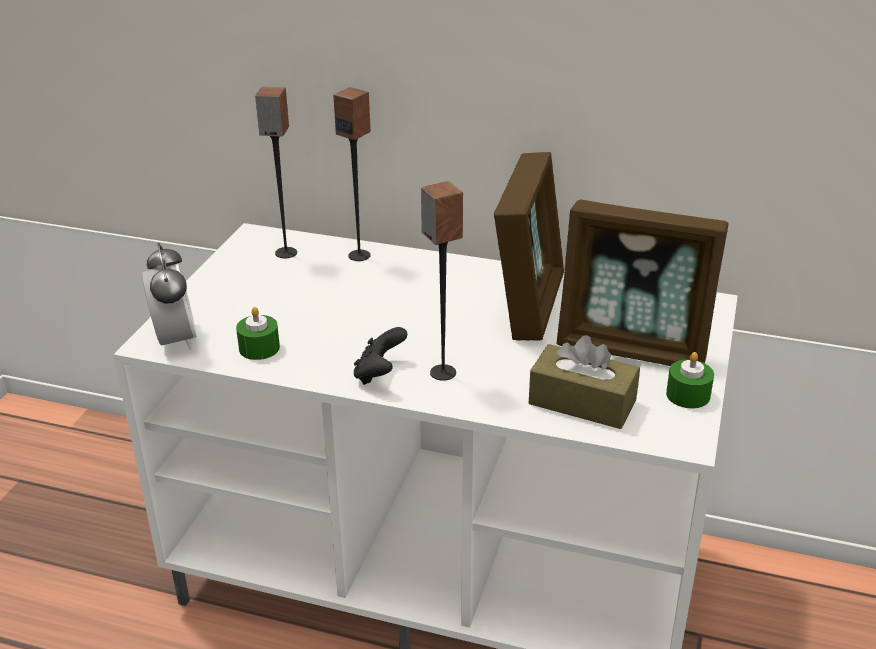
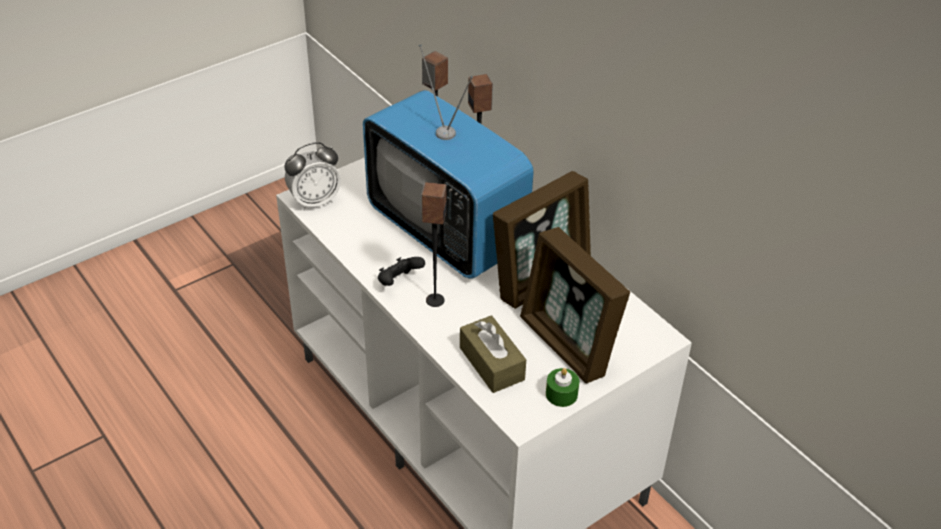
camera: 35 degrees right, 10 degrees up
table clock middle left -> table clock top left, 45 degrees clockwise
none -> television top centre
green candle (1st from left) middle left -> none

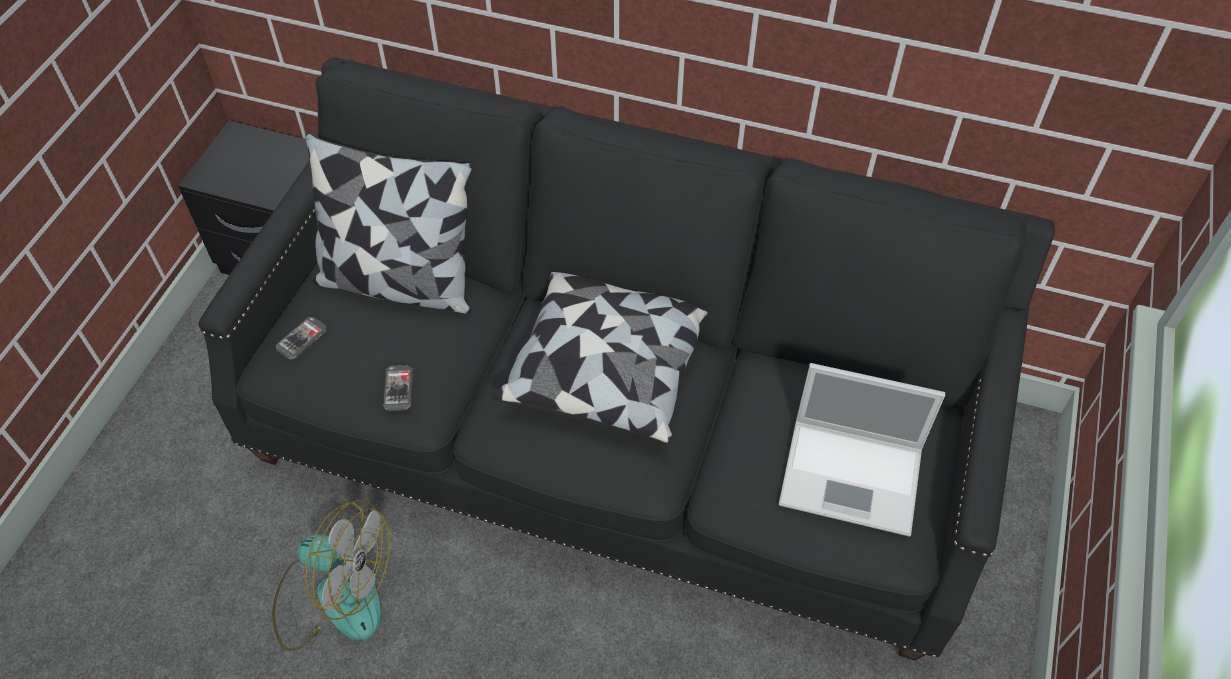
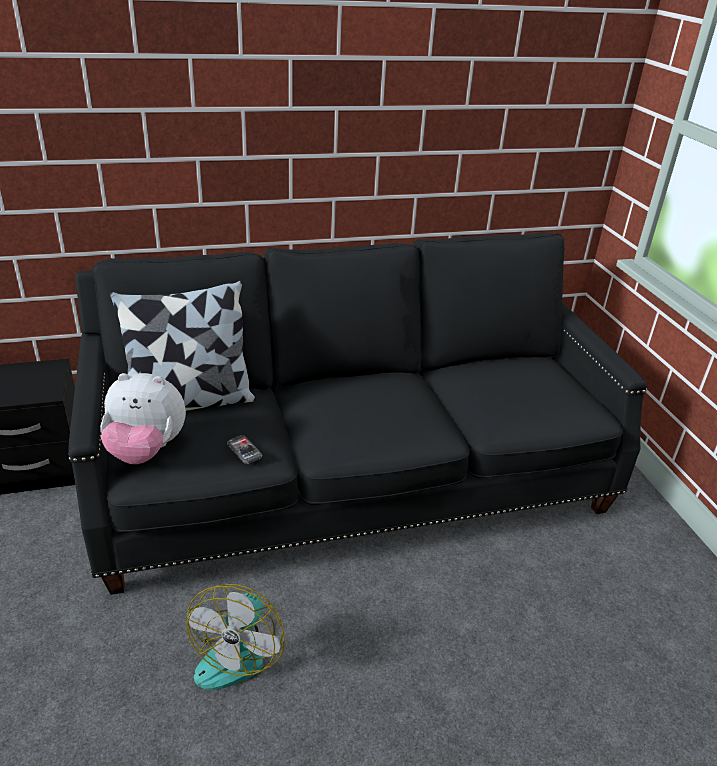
camera: 35 degrees left, 20 degrees down
handset (1st from left) middle left -> soft toy middle left
fan bottom left, 120 degrees clockwise
throw pillow (2nd from left) centre -> none
laptop middle right -> none

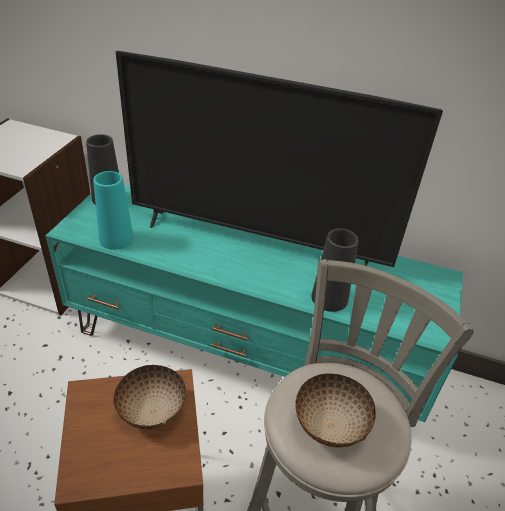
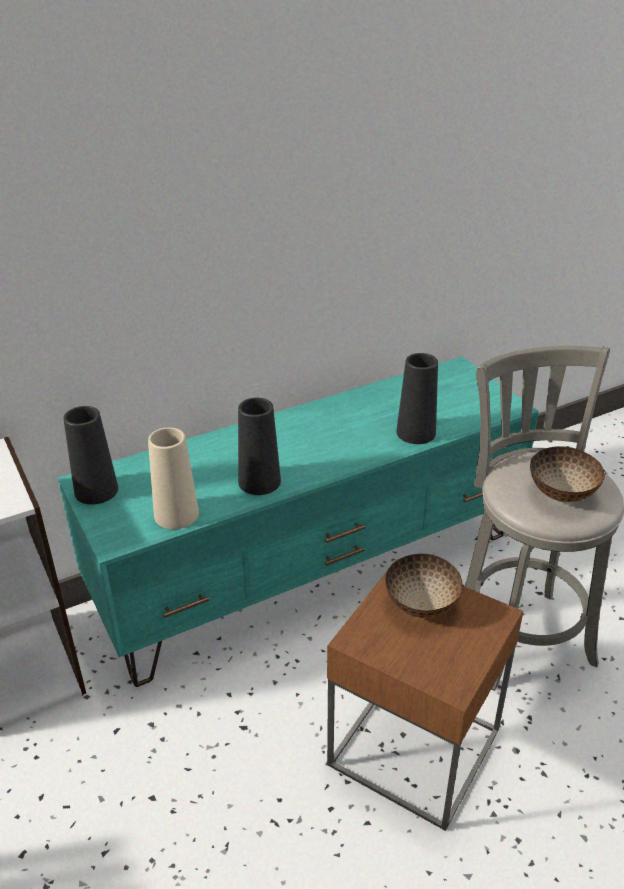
camera: 45 degrees left, 5 degrees down
blue-green flower vase middle left -> sand-coloured flower vase middle left
none -> black-coloured flower vase (2nd from left) centre
television top centre -> none

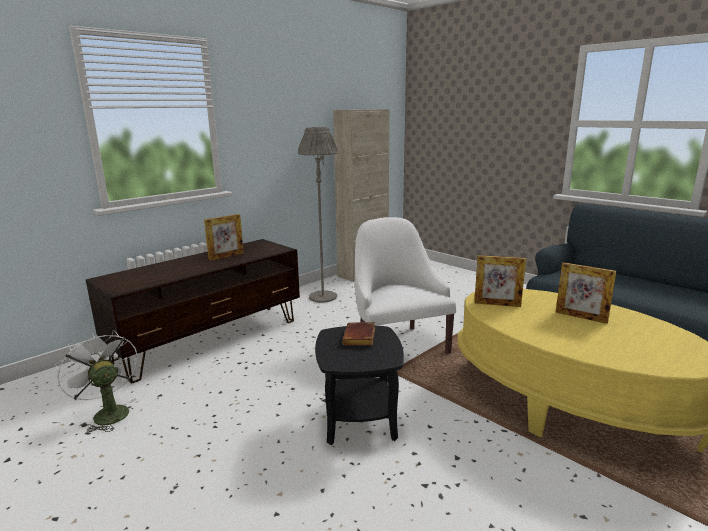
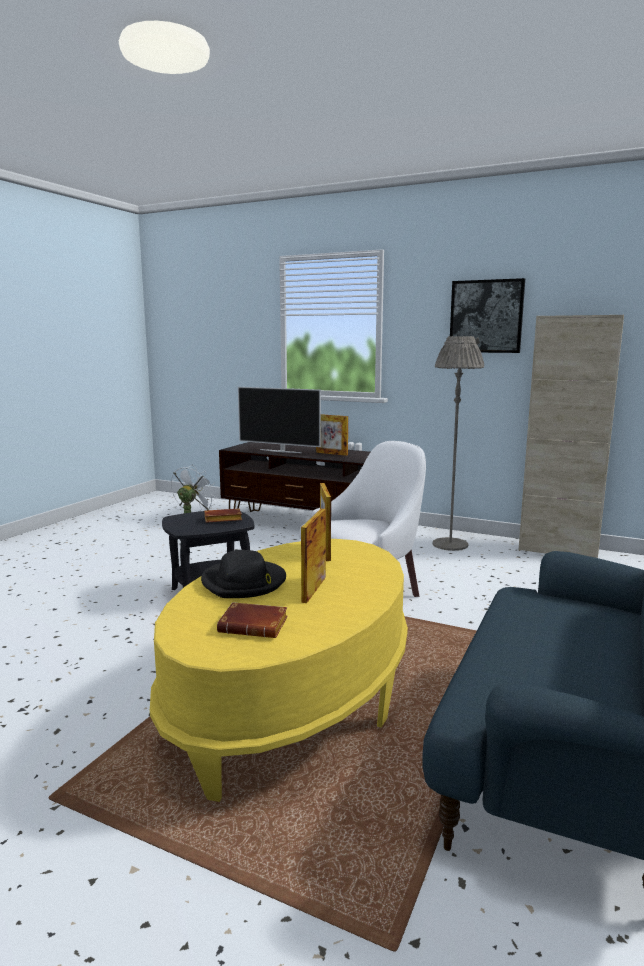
camera: 70 degrees right, 5 degrees down
none -> black-coloured clothing hat centre
none -> brown bound book (2nd from left) centre
none -> television centre
none -> wall picture top right

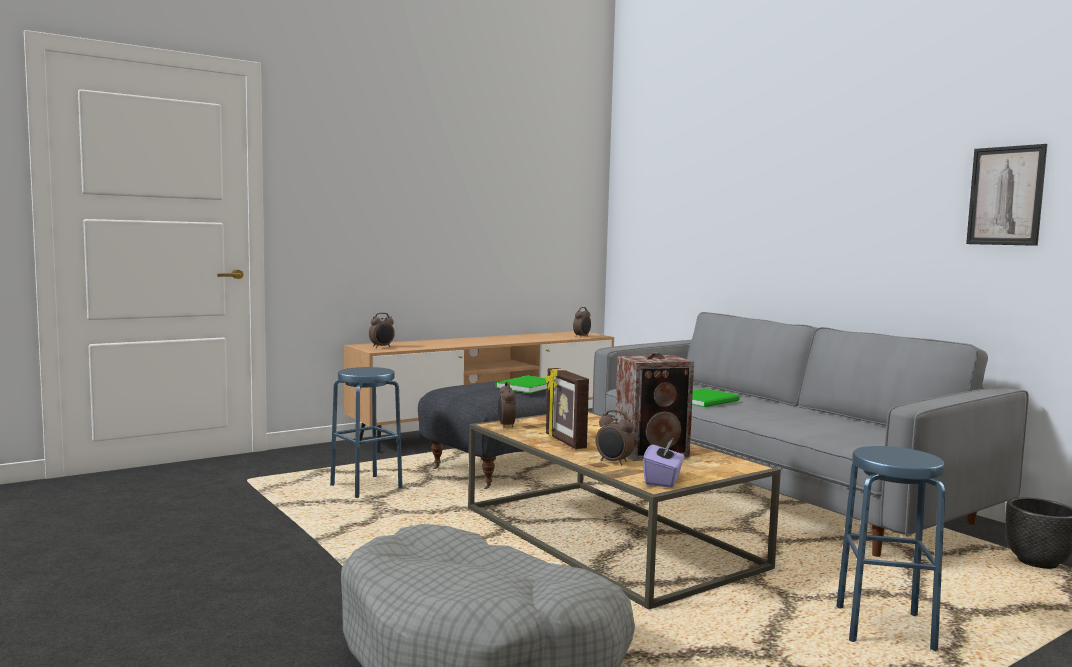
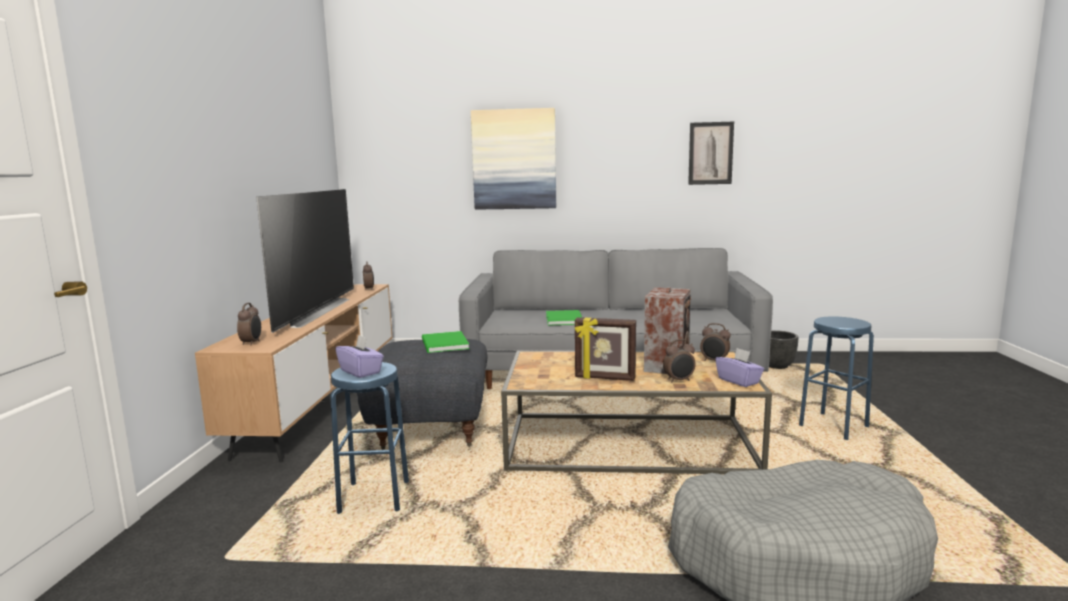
camera: 50 degrees left, 5 degrees up
none -> television middle left
none -> purplish tissue box (1st from left) centre
none -> wall picture (1st from left) top centre
table clock (2nd from left in the first image) centre -> table clock (4th from left) middle right, moved

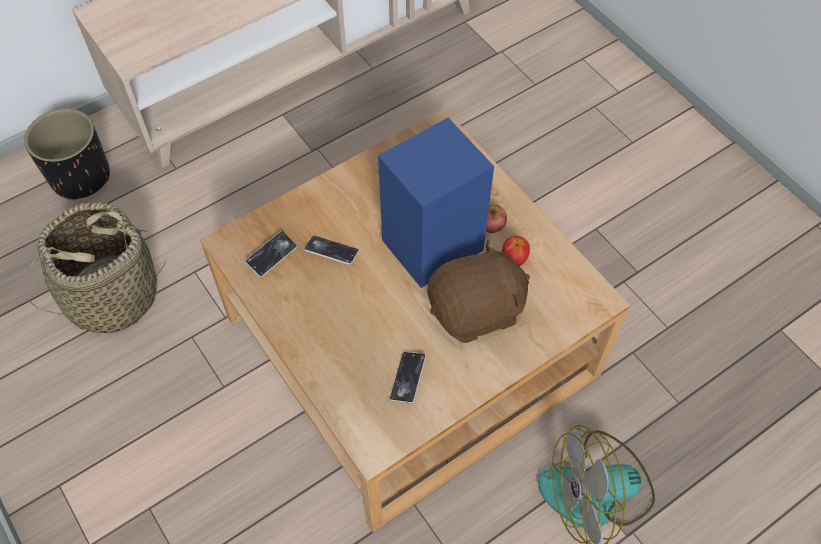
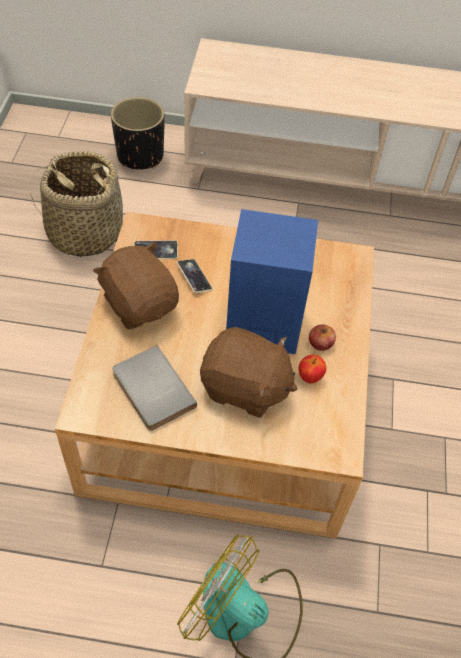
camera: 40 degrees right, 5 degrees down
none -> brown soft toy (1st from left) middle left
handset (3rd from left) bottom centre -> grey bound book centre

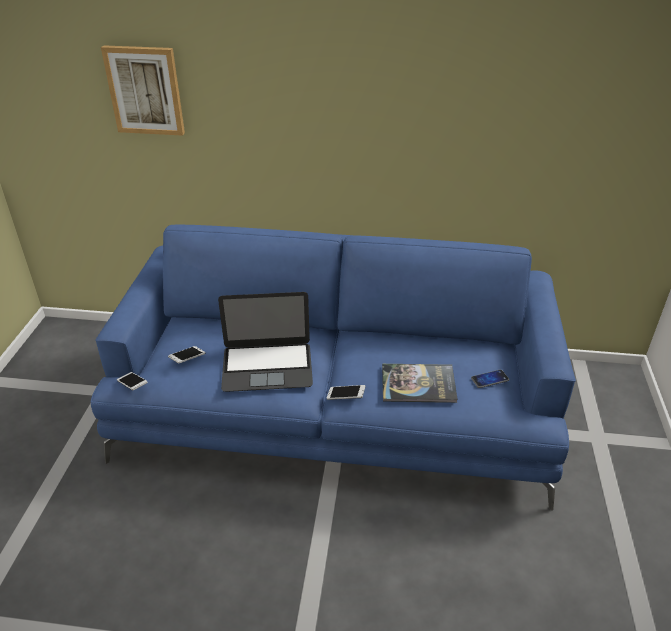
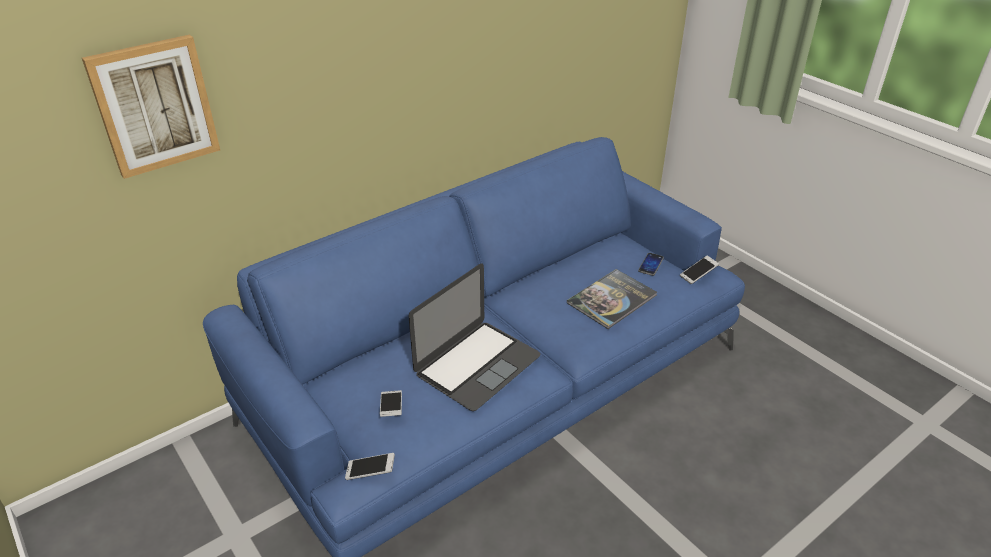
camera: 45 degrees left, 0 degrees up
handset (3rd from left in the first image) centre -> handset (4th from left) middle right, moved

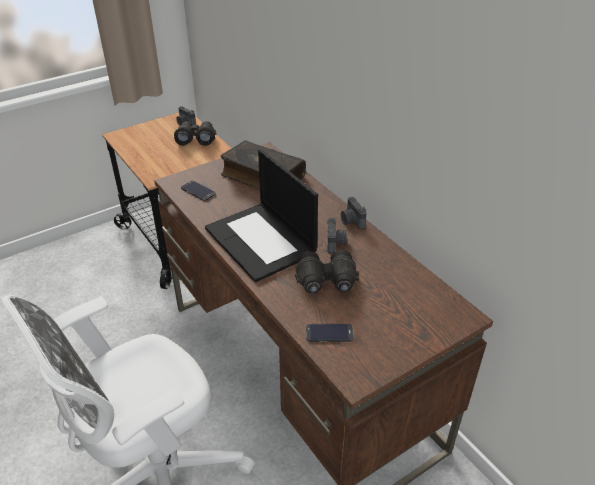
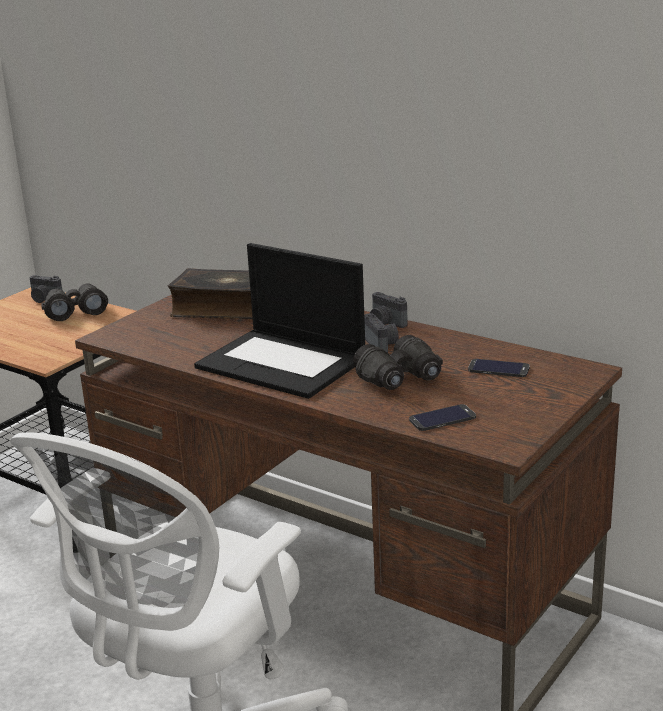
camera: 20 degrees left, 15 degrees down
handset (1st from left in the first image) middle left -> handset (2nd from left) middle right, moved

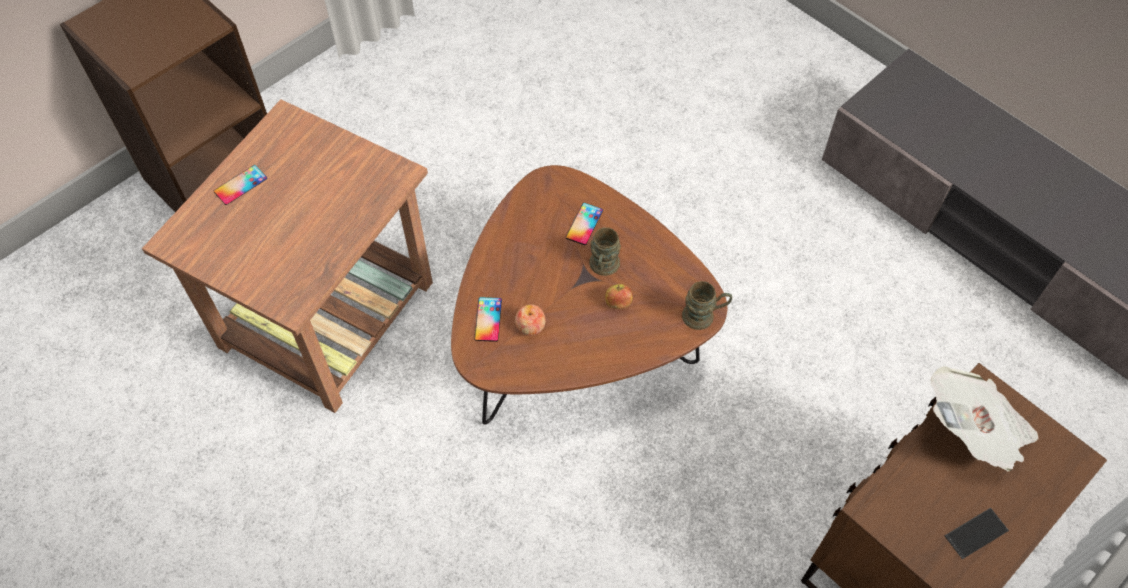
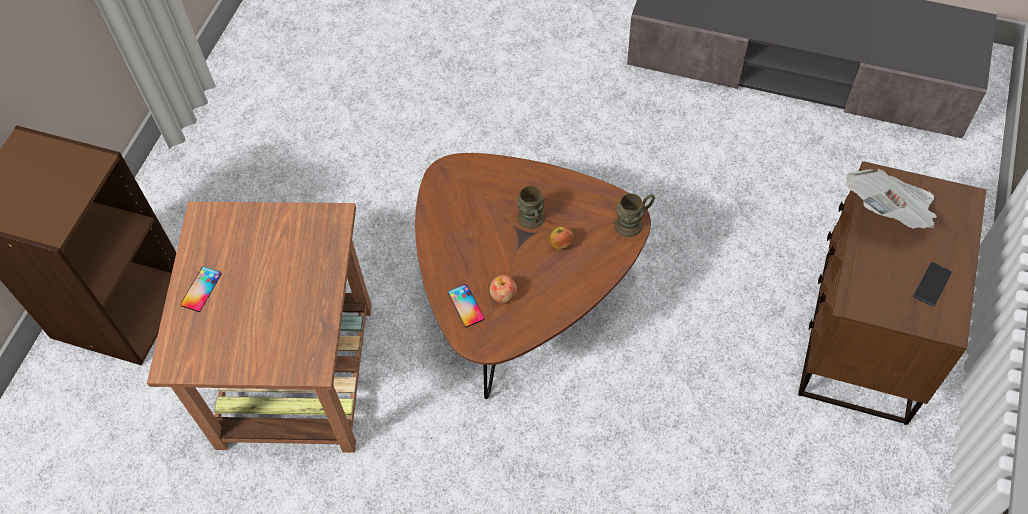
camera: 25 degrees left, 0 degrees up
handset (3rd from left) centre -> none

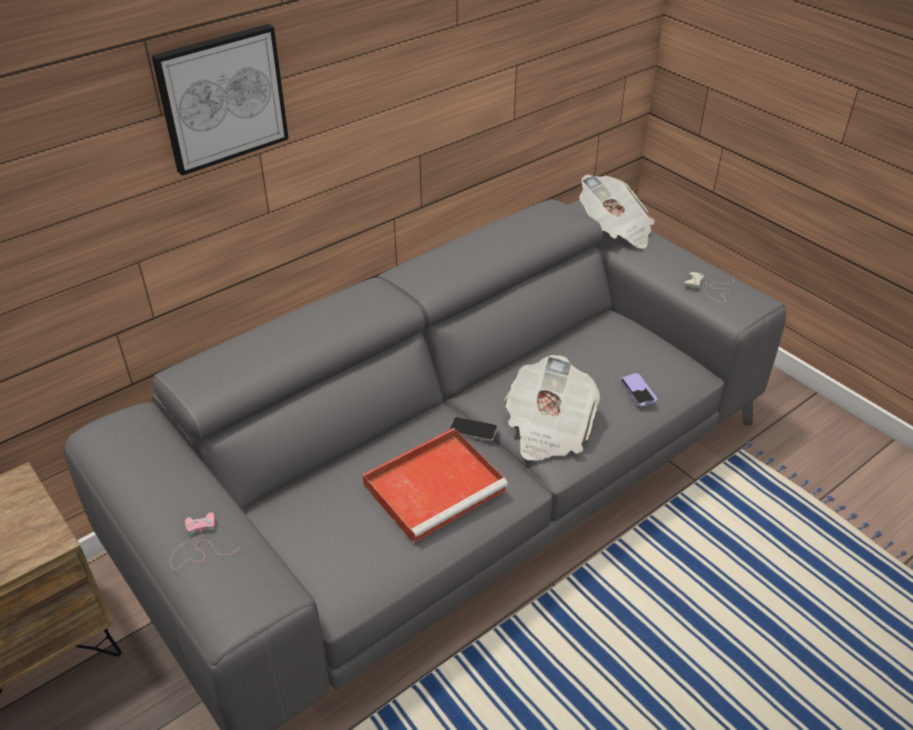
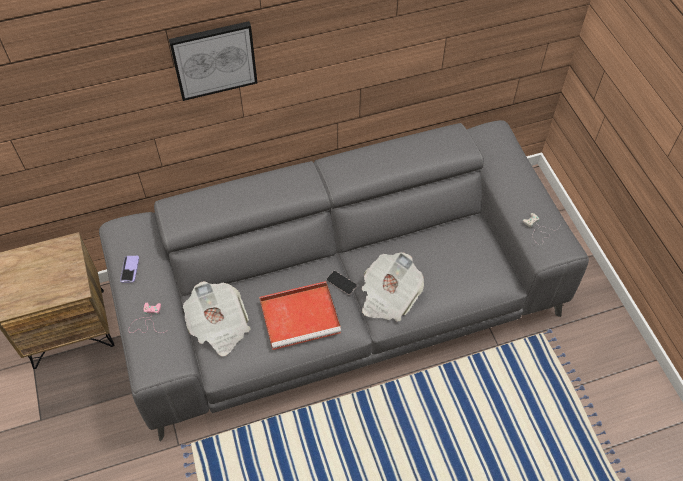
camera: 20 degrees right, 15 degrees up
handset (2nd from left in the first image) middle right -> handset (1st from left) middle left, moved
daily paper (2nd from left in the first image) top right -> daily paper (1st from left) middle left, moved

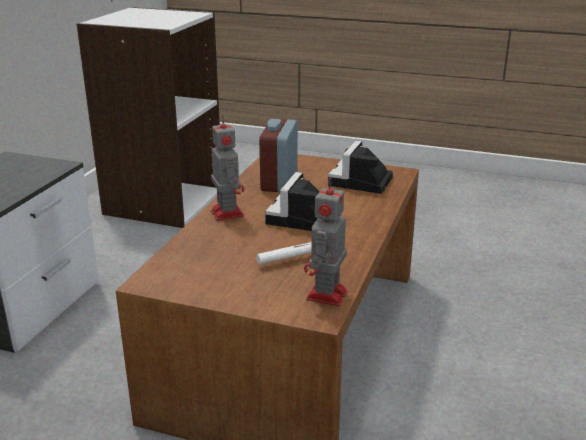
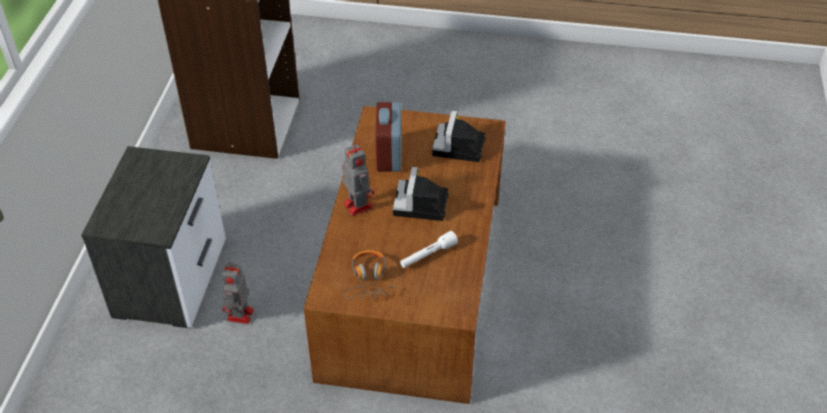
camera: 10 degrees left, 20 degrees up
robot figure (2nd from left in the first image) centre -> robot figure (1st from left) bottom left, moved
none -> headset centre

